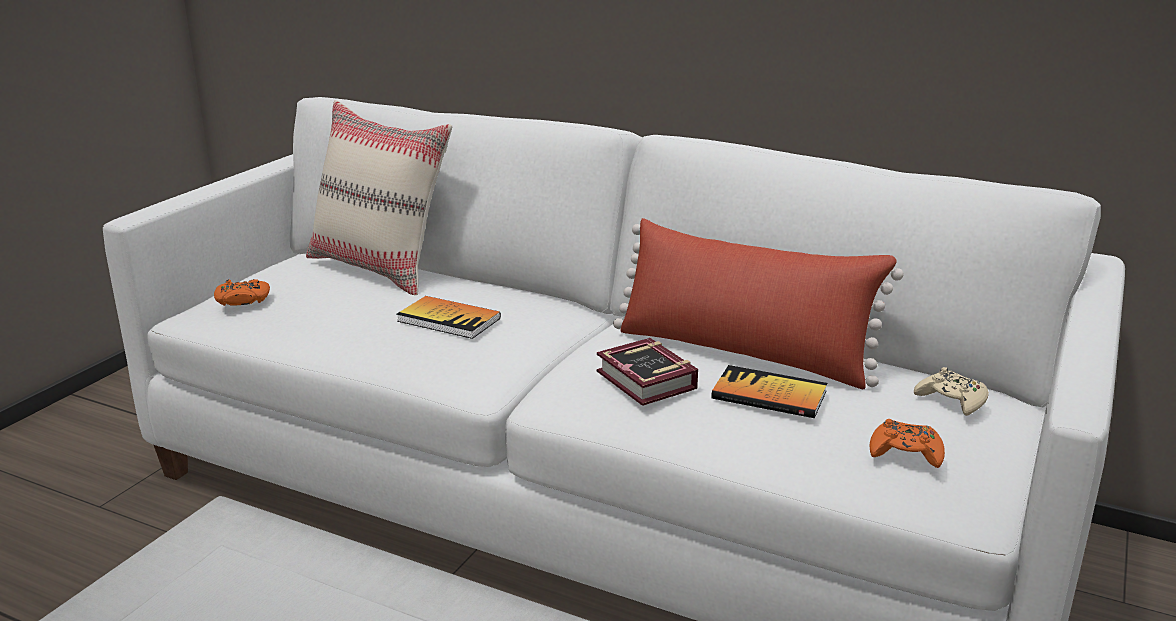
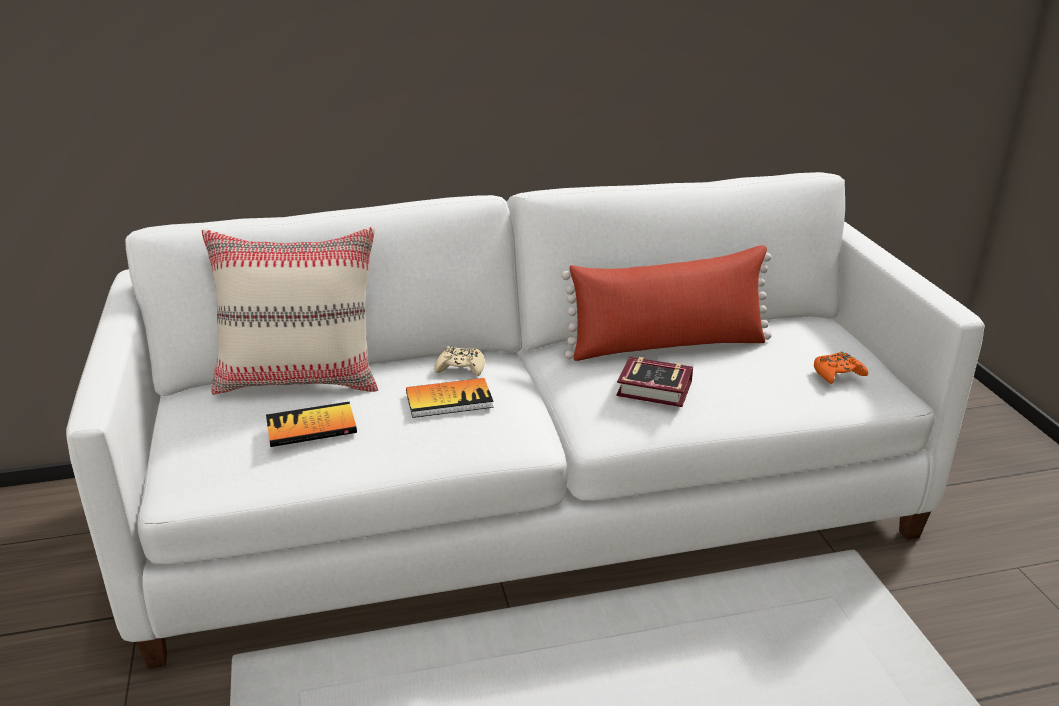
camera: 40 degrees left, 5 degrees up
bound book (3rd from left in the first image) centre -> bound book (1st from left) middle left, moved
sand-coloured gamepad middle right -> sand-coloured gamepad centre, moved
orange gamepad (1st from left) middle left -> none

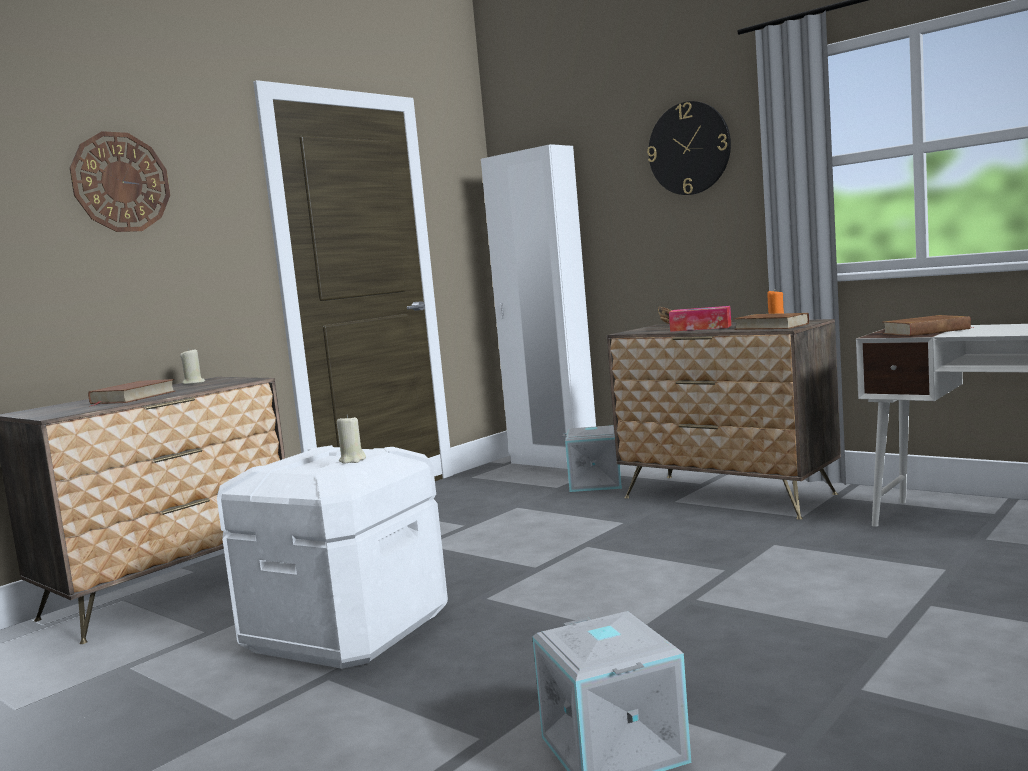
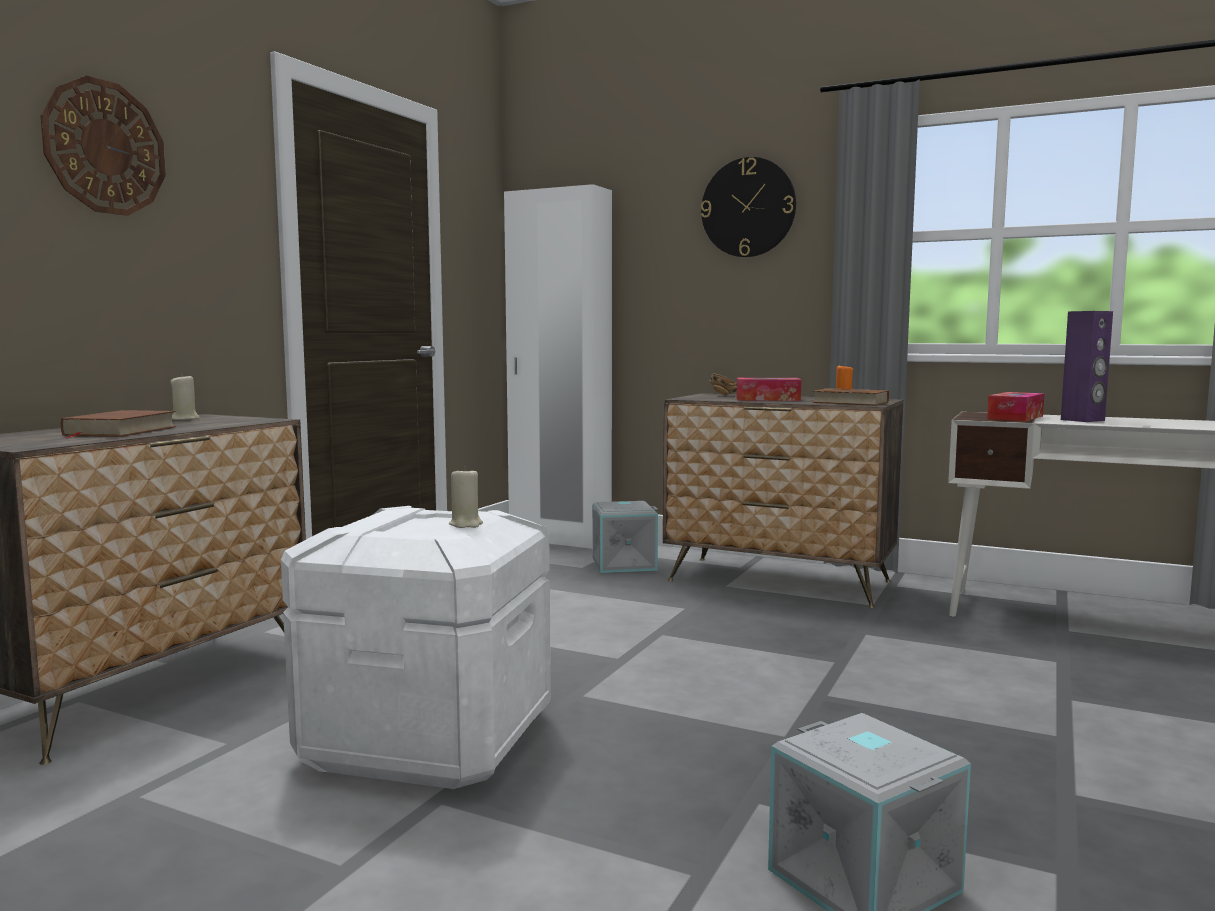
camera: 15 degrees left, 0 degrees up
brown bound book (3rd from left) middle right -> tissue box (2nd from left) middle right
none -> purplish speaker middle right

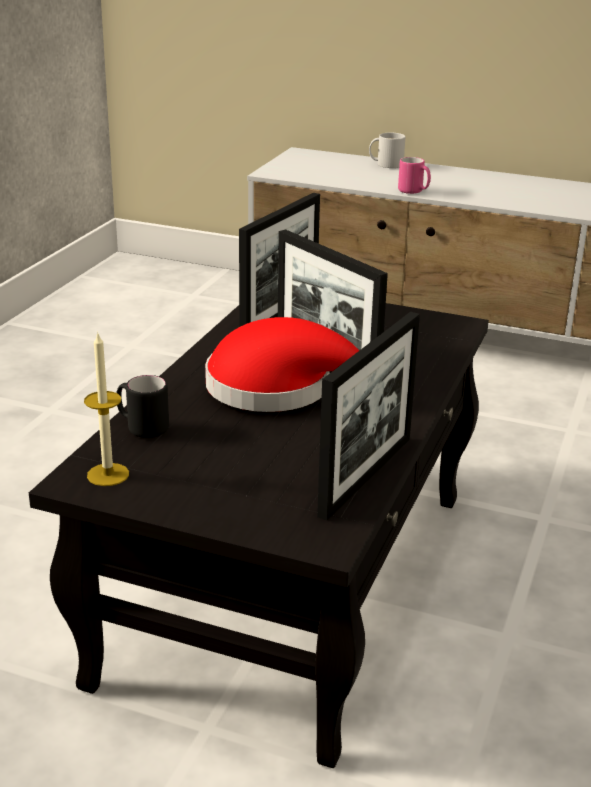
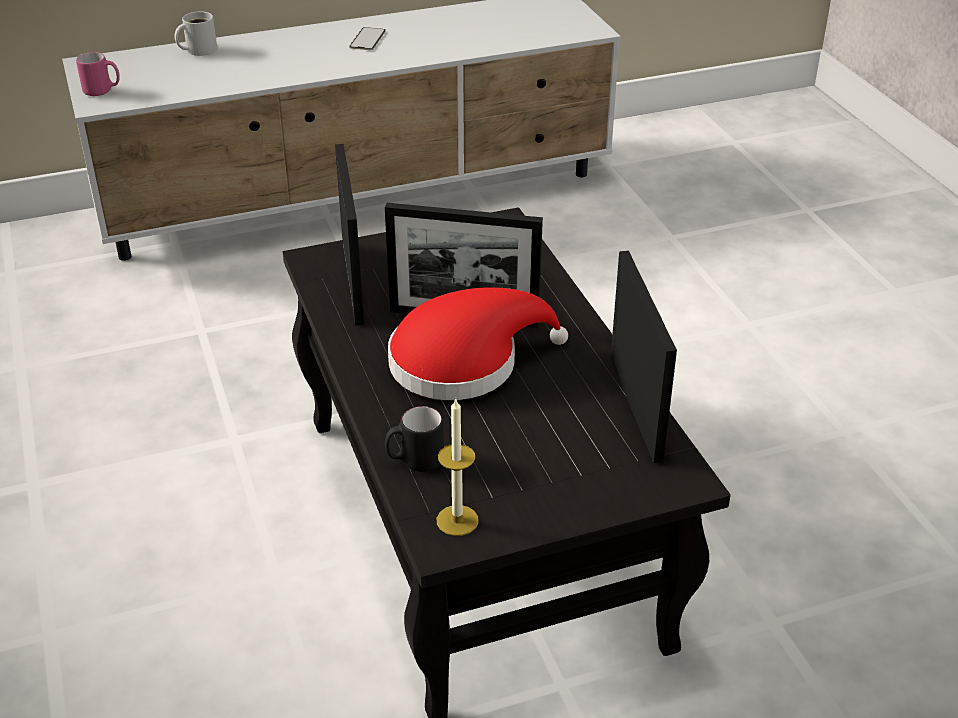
camera: 40 degrees left, 10 degrees up
pink-coloured mug top right -> pink-coloured mug top left, moved
none -> handset top centre

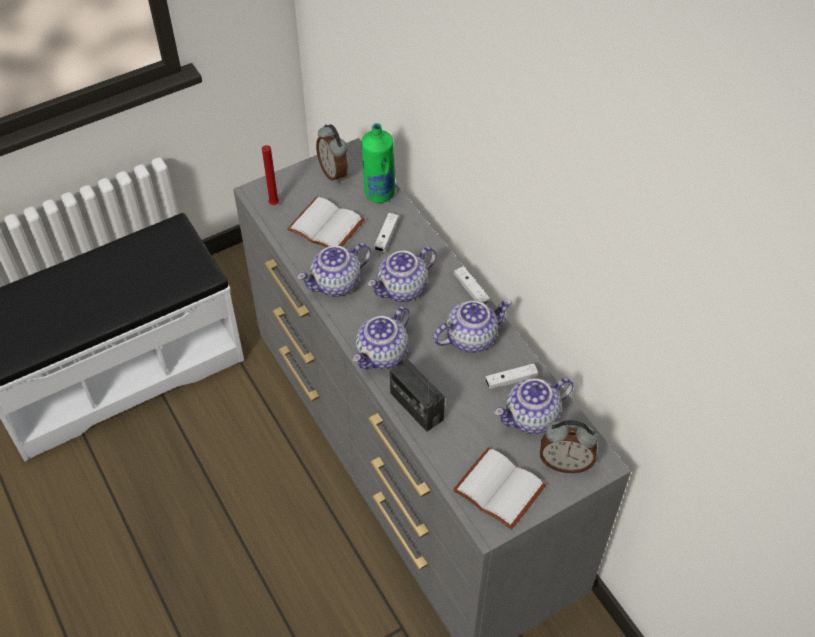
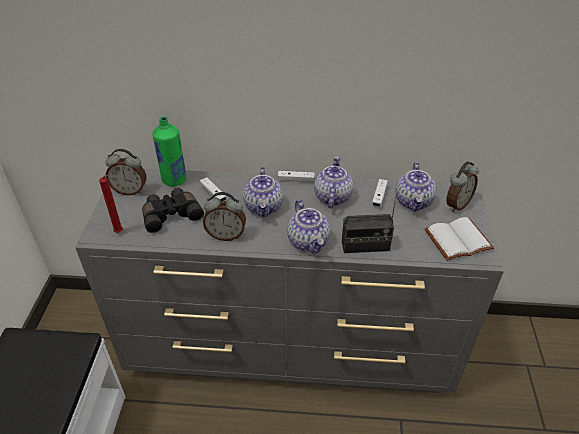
camera: 55 degrees left, 10 degrees down
white-coloured bound book (1st from left) centre -> black-coloured field glasses middle left
teapot (1st from left) centre -> table clock (2nd from left) centre

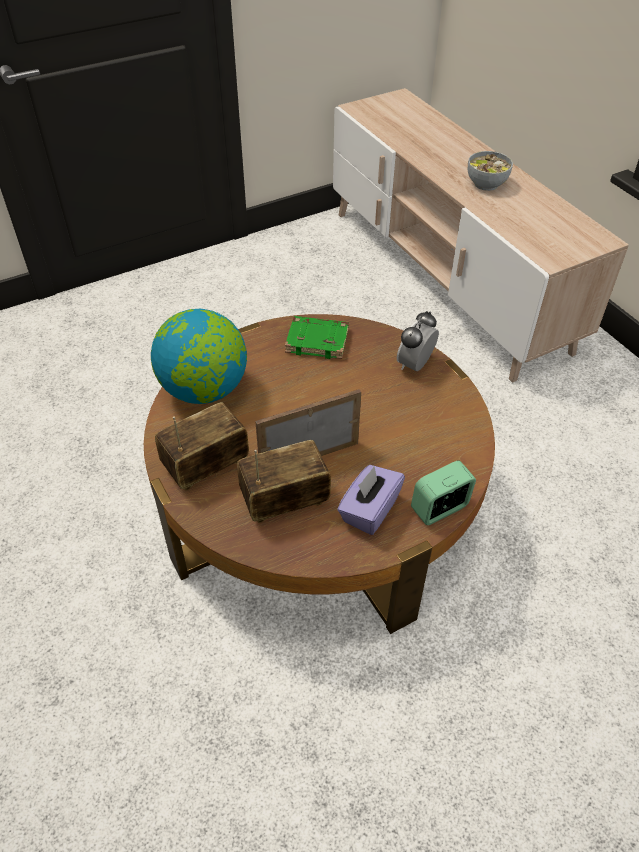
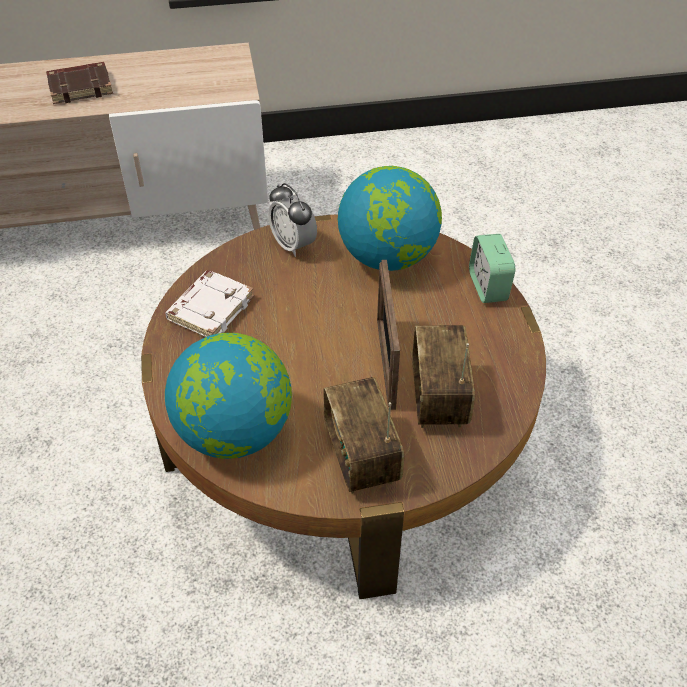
camera: 70 degrees left, 0 degrees up
deep dish top right -> brown bound book top left
green bound book centre -> white-coloured bound book middle left
none -> globe (2nd from left) top centre
purplish tissue box centre -> none

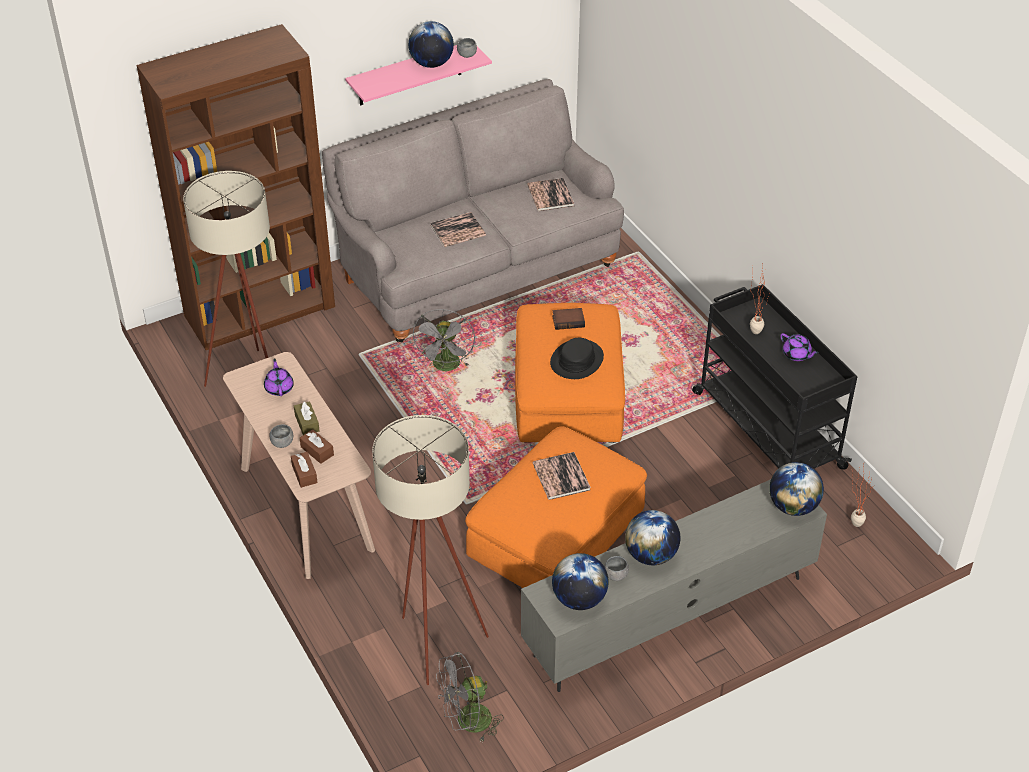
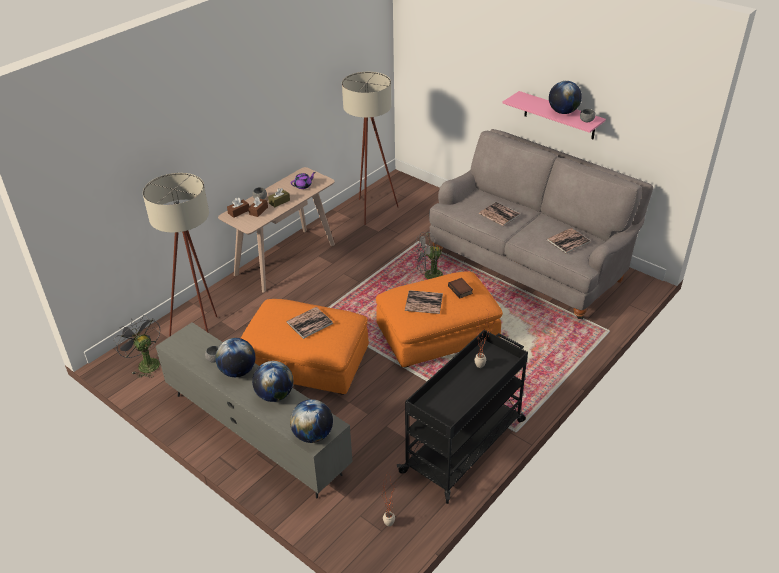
camera: 70 degrees right, 5 degrees down
globe (2nd from left) bottom centre -> globe (2nd from left) centre, moved
black-coloured clothing hat centre -> bound book (2nd from left) centre
brown shelving unit top left -> none
purplish teapot (2nd from left) middle right -> none

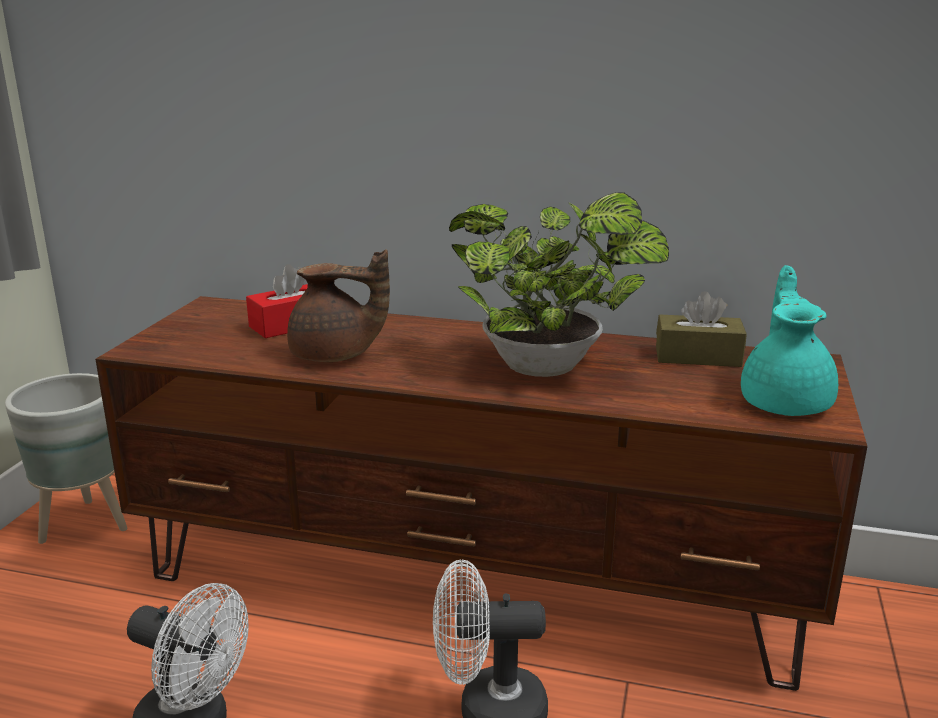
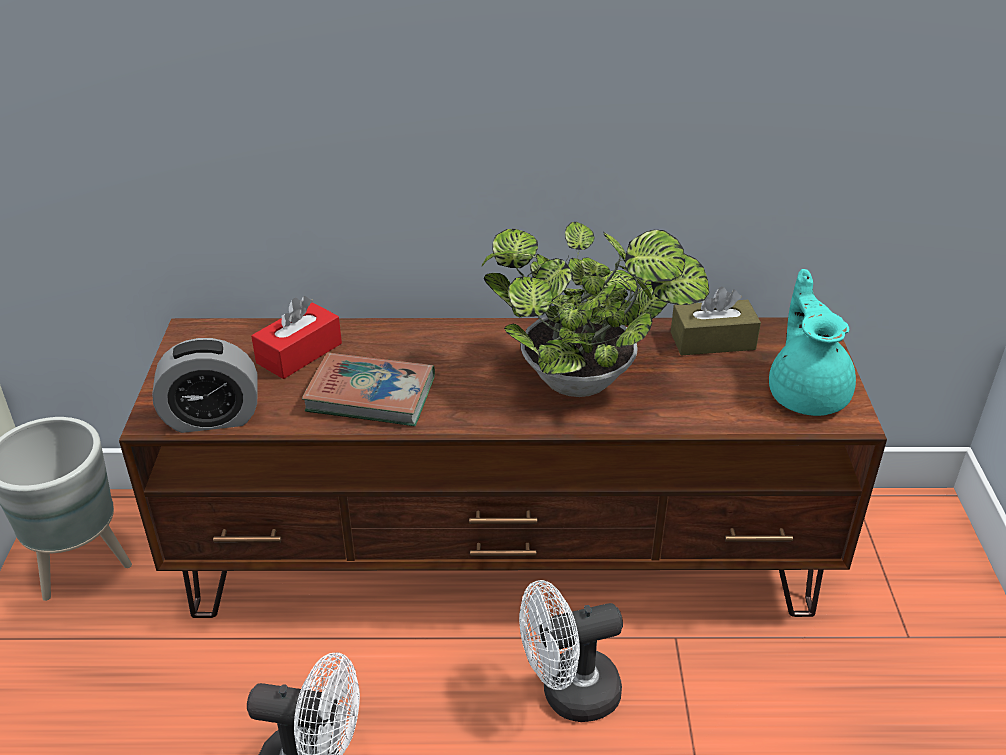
camera: 15 degrees left, 15 degrees up
none -> table clock middle left
brown teapot centre -> bound book centre

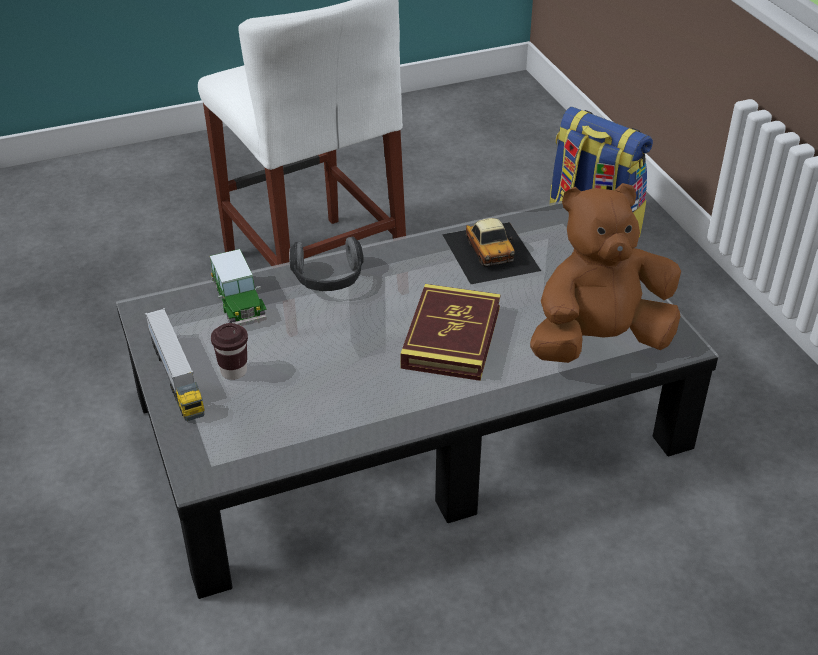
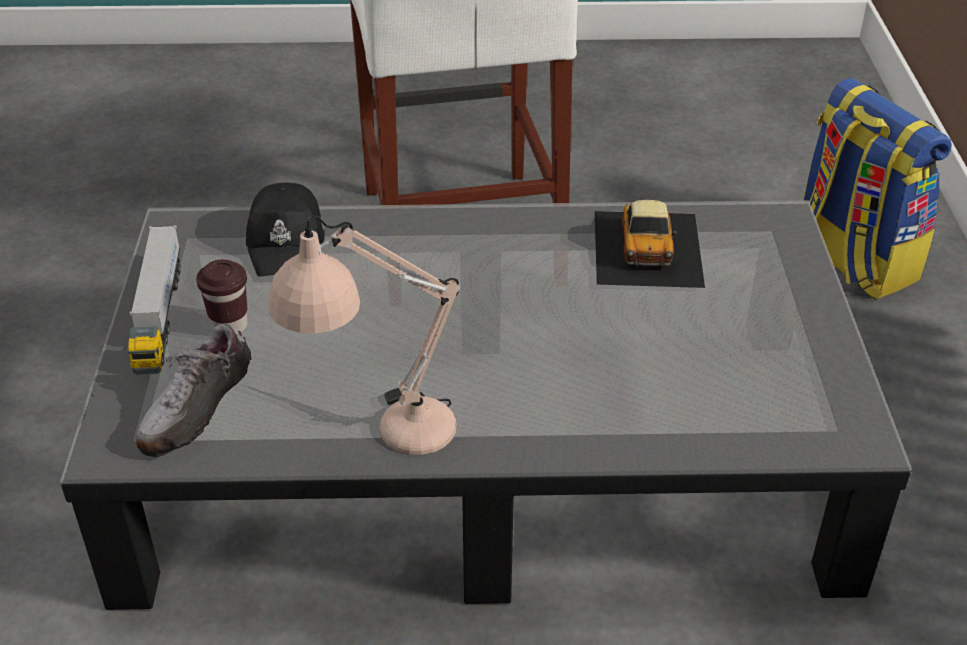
camera: 20 degrees right, 0 degrees up
none -> item of footwear middle left
model car (1st from left) middle left -> black-coloured peaked cap middle left
none -> sand-coloured tabletop lamp centre
headset centre -> none
bound book centre -> none
brown soft toy middle right -> none

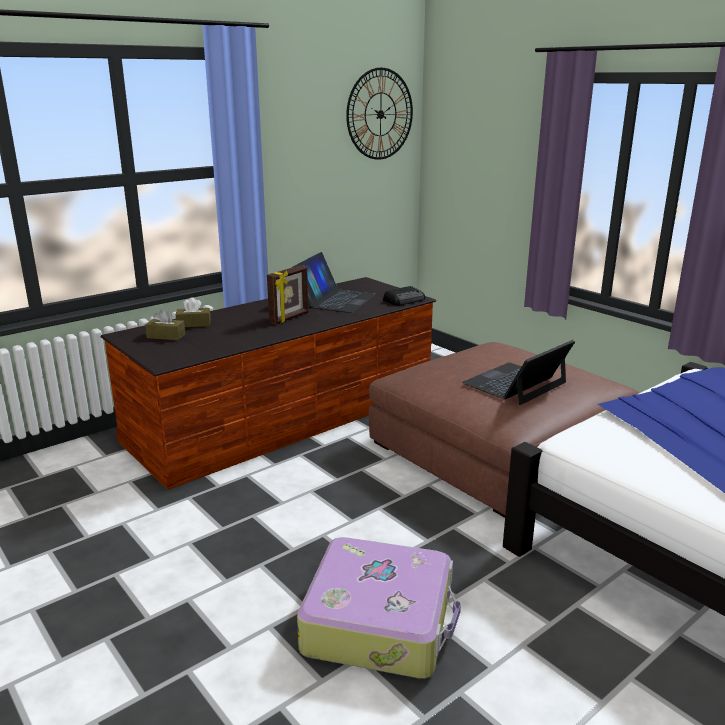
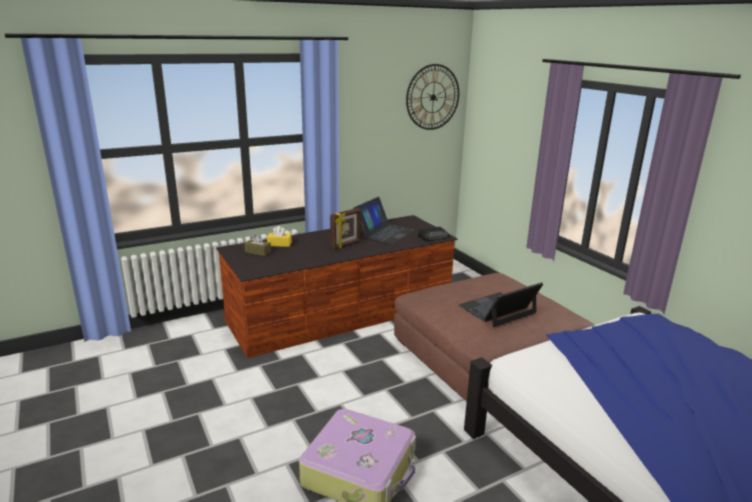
camera: 10 degrees right, 0 degrees up
brown tissue box (2nd from left) middle left -> yellow tissue box centre

